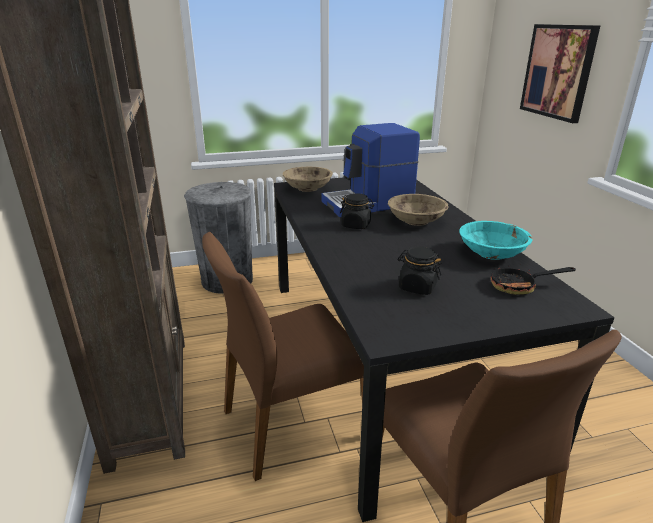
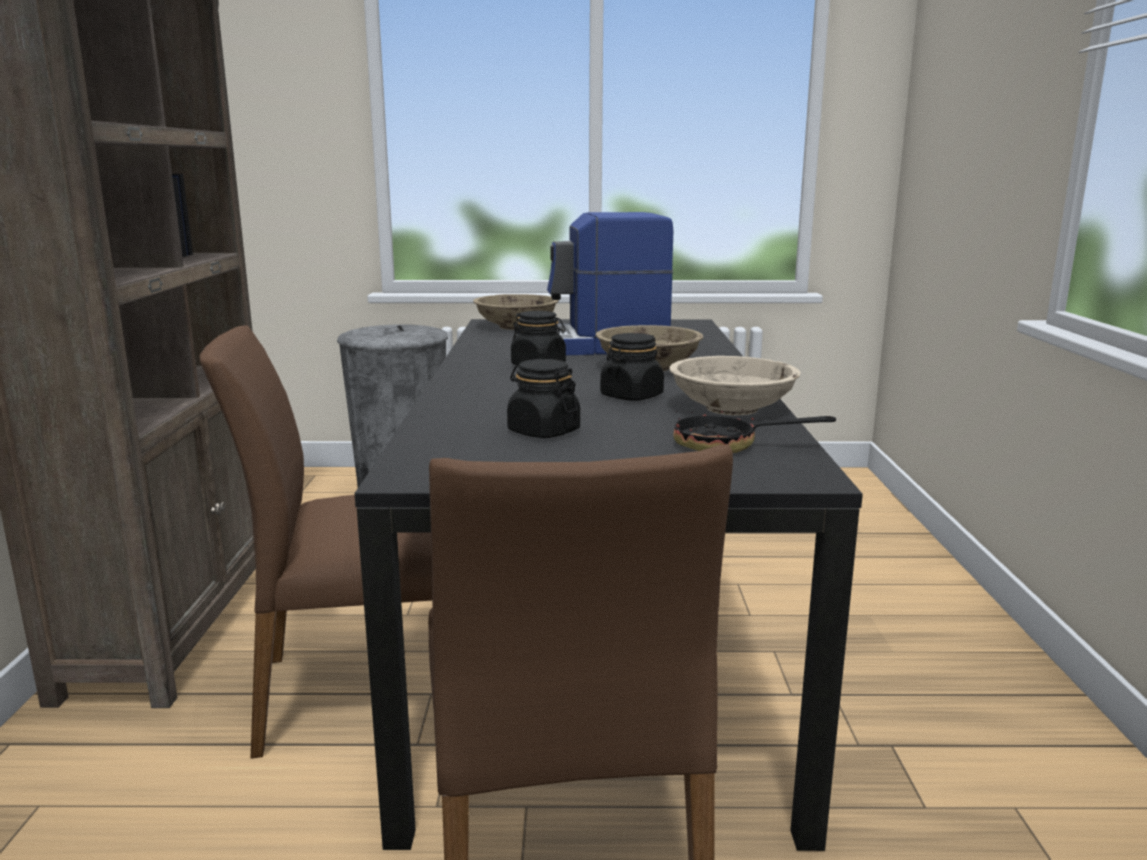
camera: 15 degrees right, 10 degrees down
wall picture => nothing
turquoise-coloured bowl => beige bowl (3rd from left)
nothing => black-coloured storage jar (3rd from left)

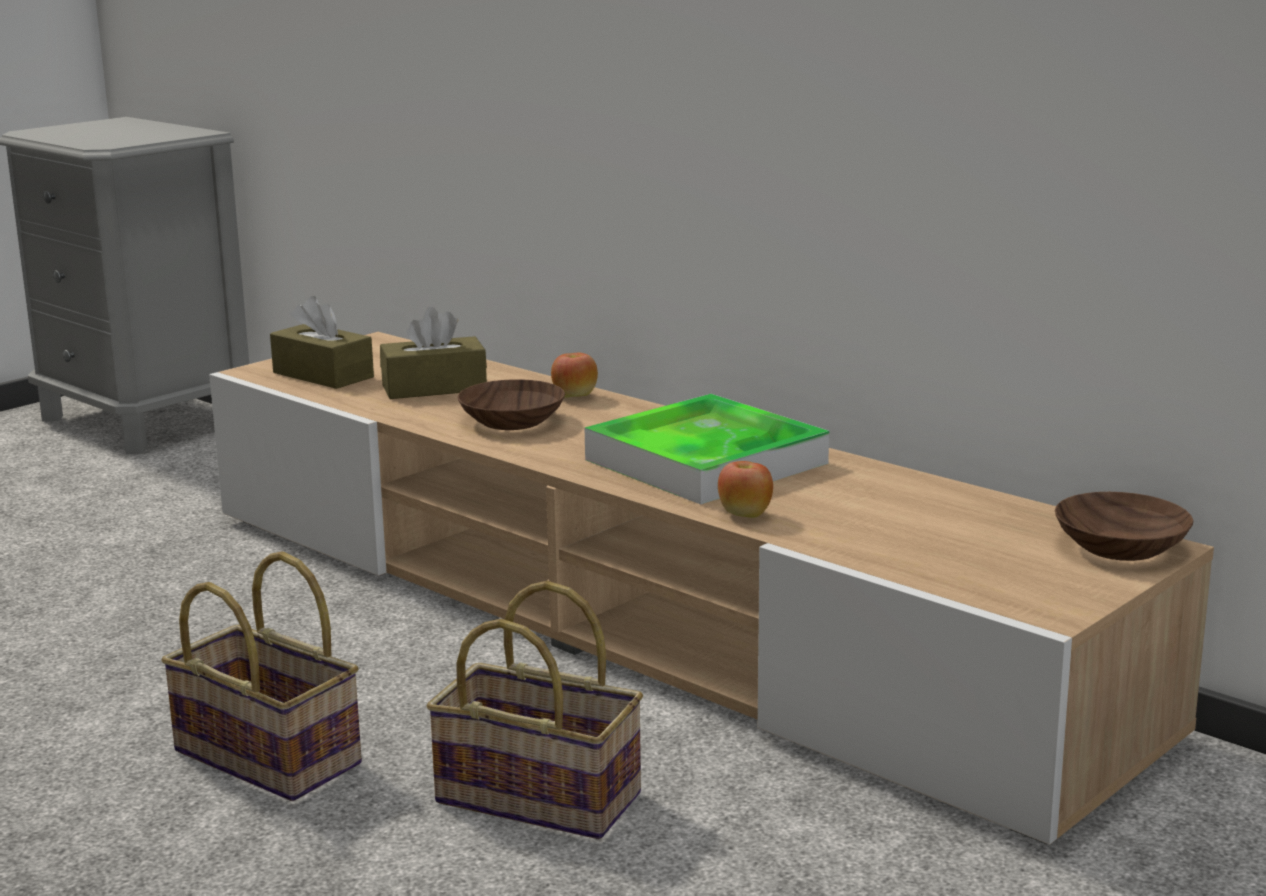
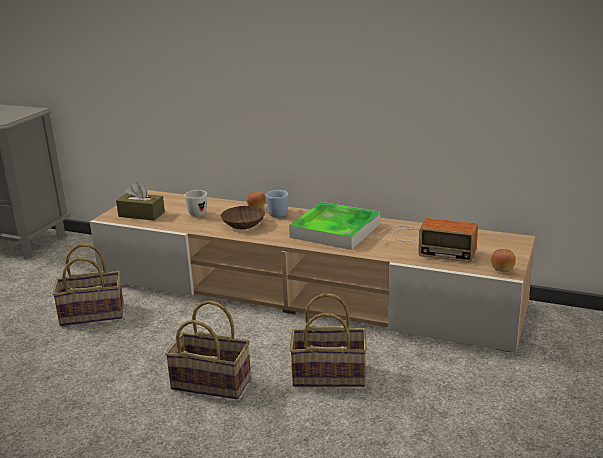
camera: 20 degrees left, 5 degrees up
brown-coloured tissue holder (2nd from left) => white mug
apple fruit (2nd from left), moved
brown-coloured bowl (2nd from left) => nothing
nothing => bluish mug
nothing => radio set
nothing => household basket (1st from left)

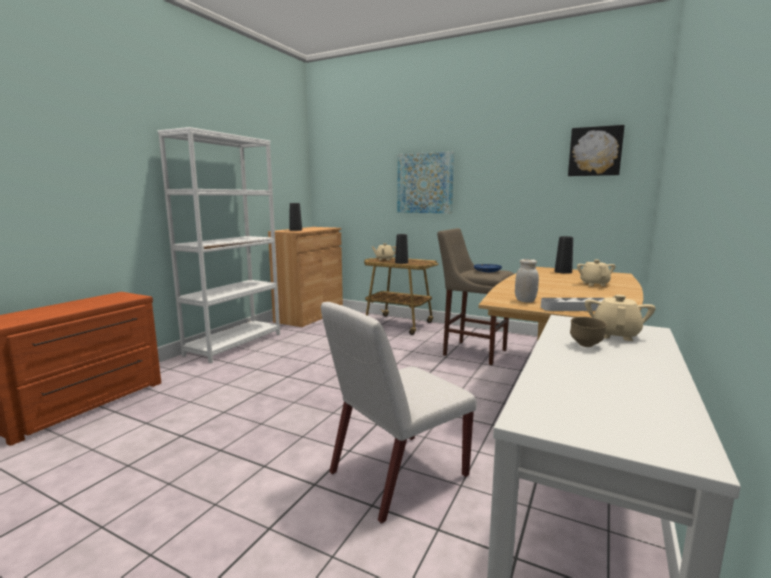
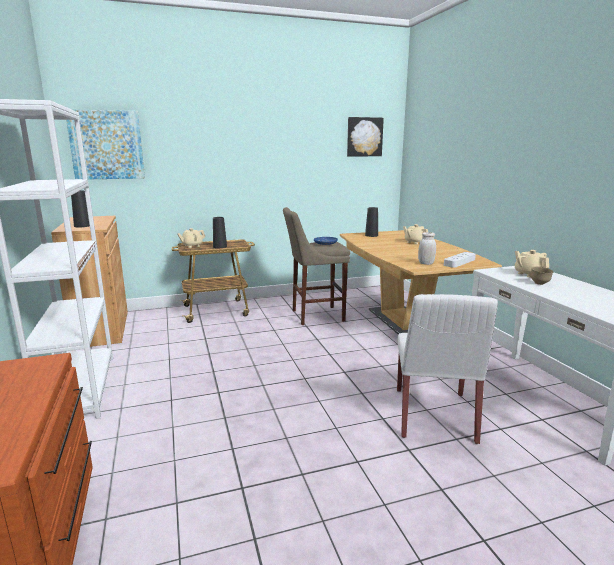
camera: 45 degrees left, 5 degrees up
wall picture (1st from left), moved

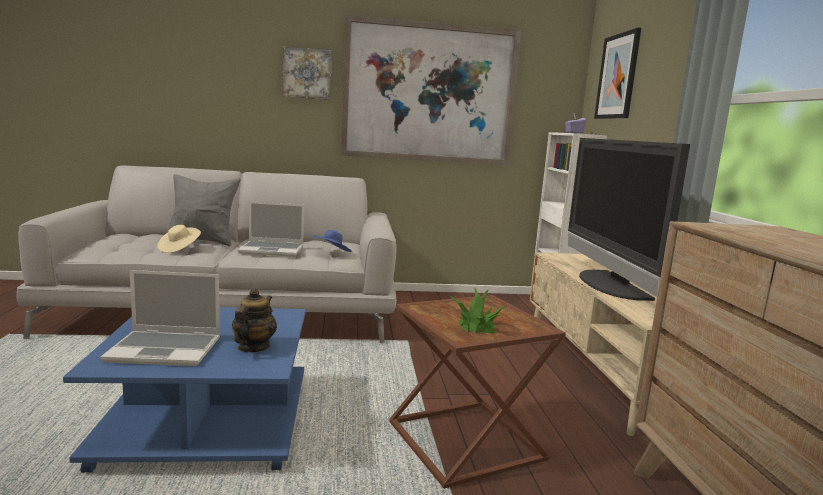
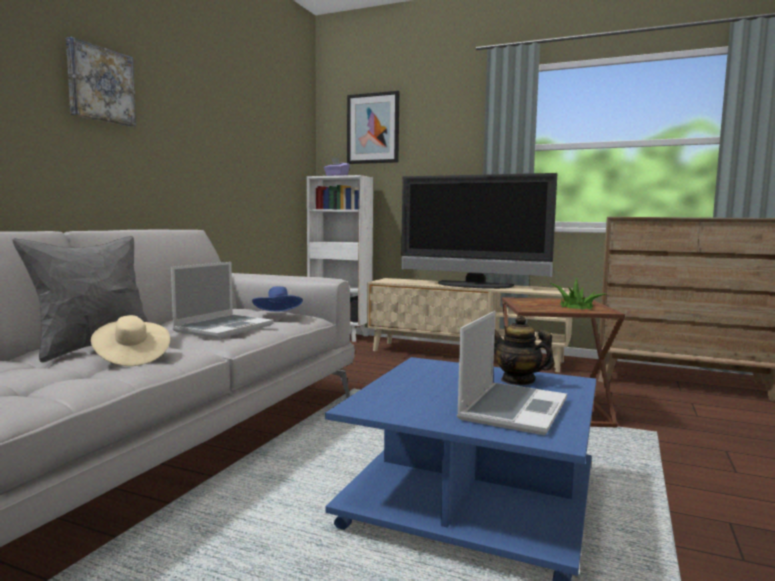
camera: 60 degrees left, 5 degrees down
wall picture (2nd from left) => nothing

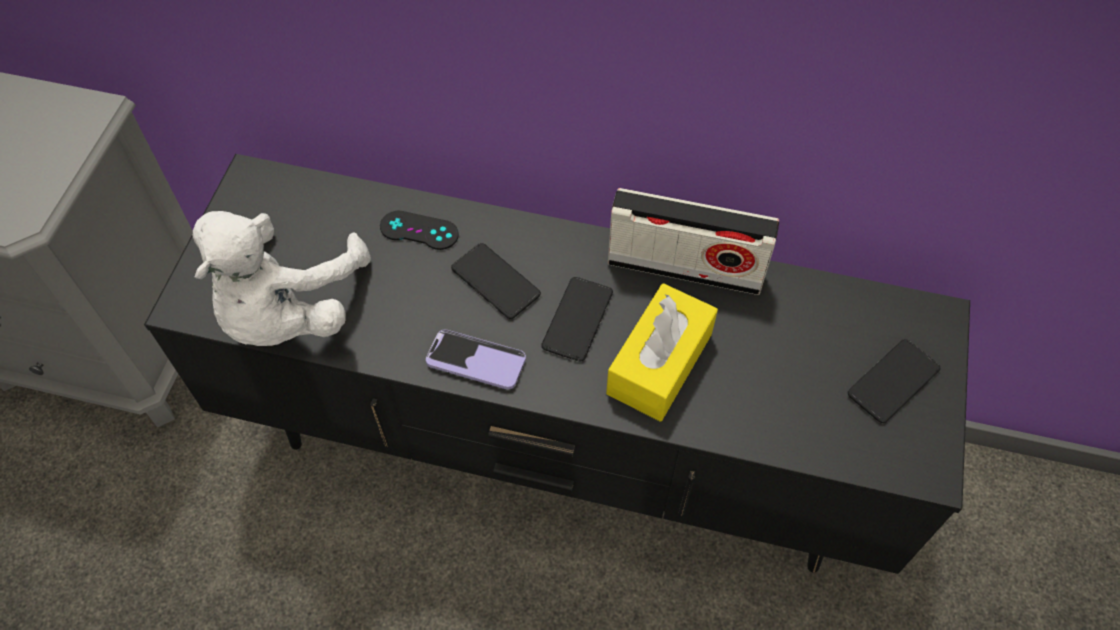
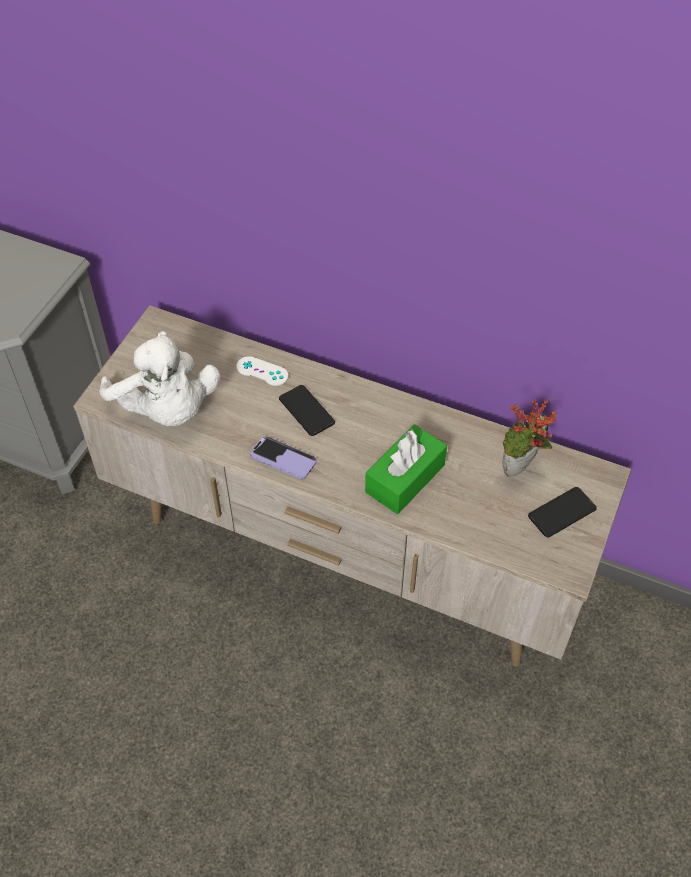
camera: 10 degrees right, 5 degrees down
black-coloured tv stand => beige tv stand
radio set => nothing
white soft toy, 60 degrees counterclockwise
black-coloured joypad => white joypad
handset (3rd from left) => nothing
yellow tissue holder => green tissue holder
nothing => plant in a pot

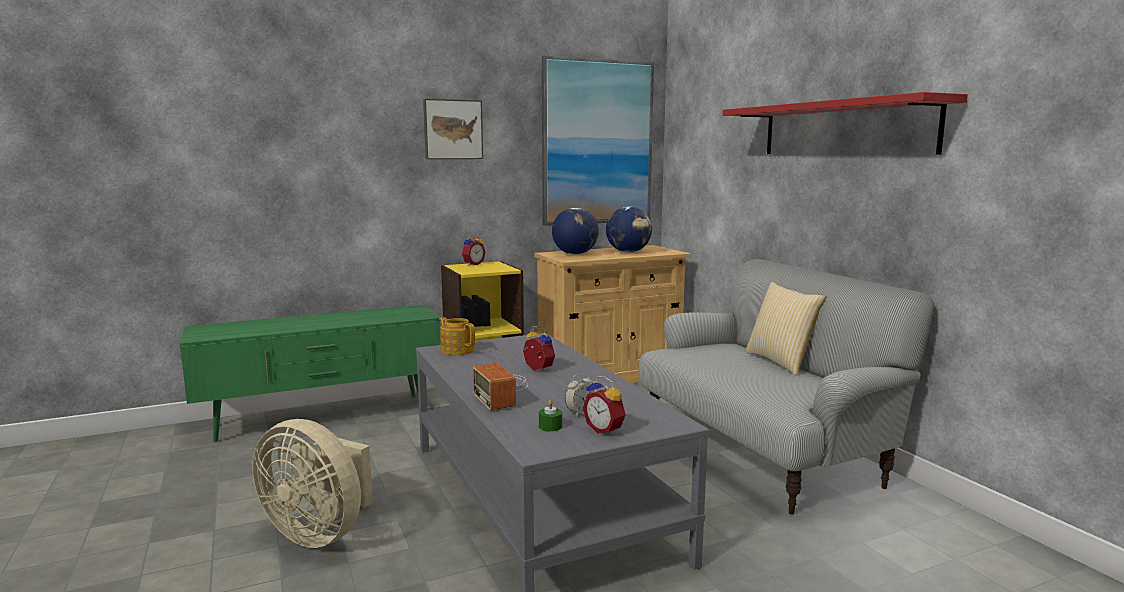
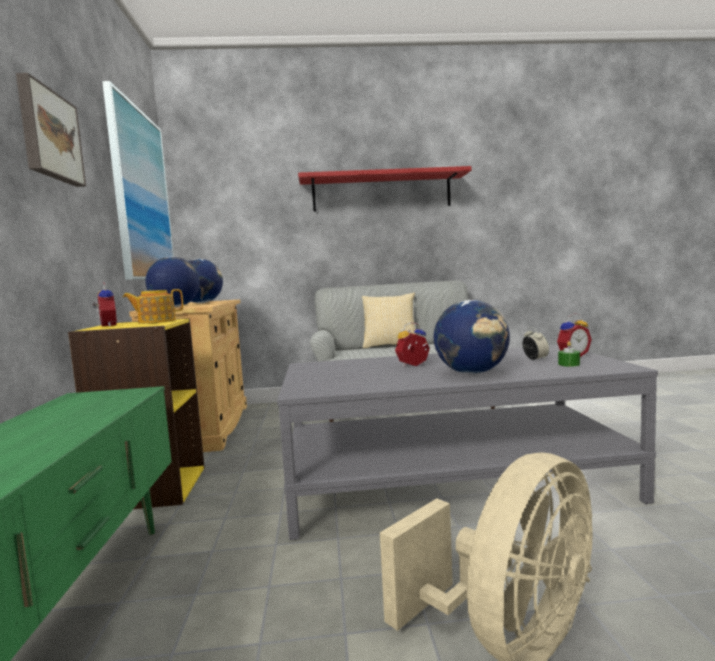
camera: 70 degrees left, 5 degrees down
teapot, moved
radio set => desk globe (3rd from left)

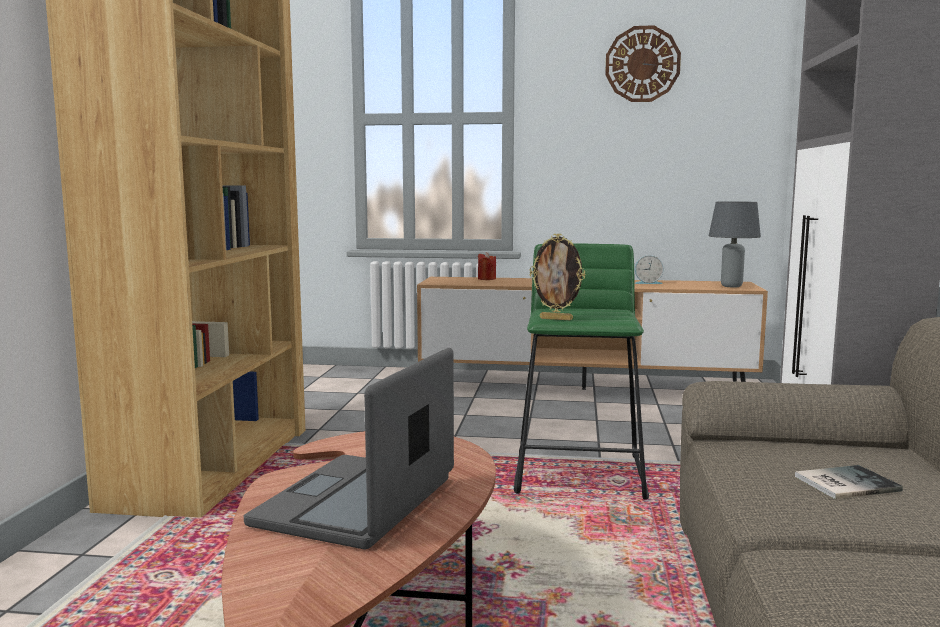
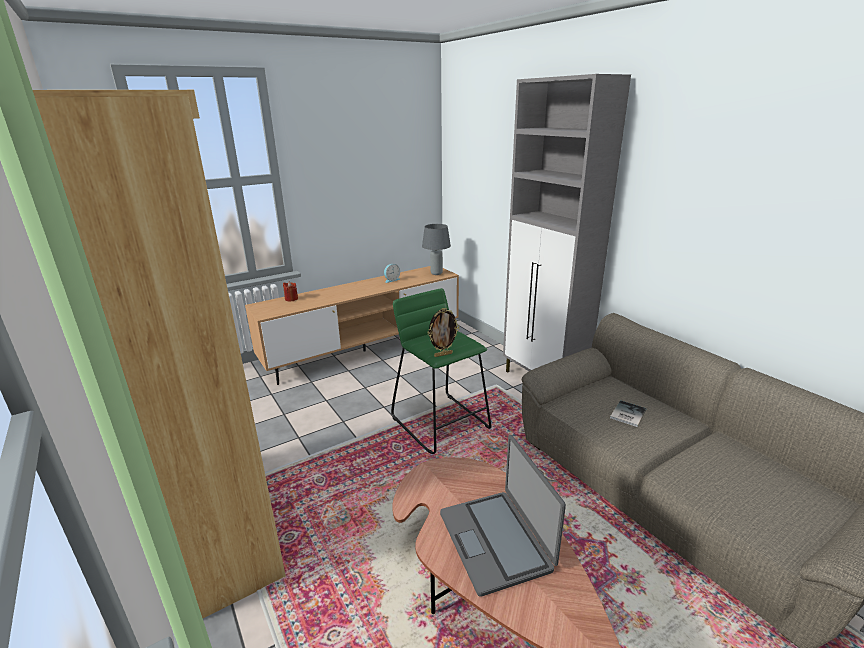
camera: 40 degrees left, 15 degrees up
hanging clock => nothing

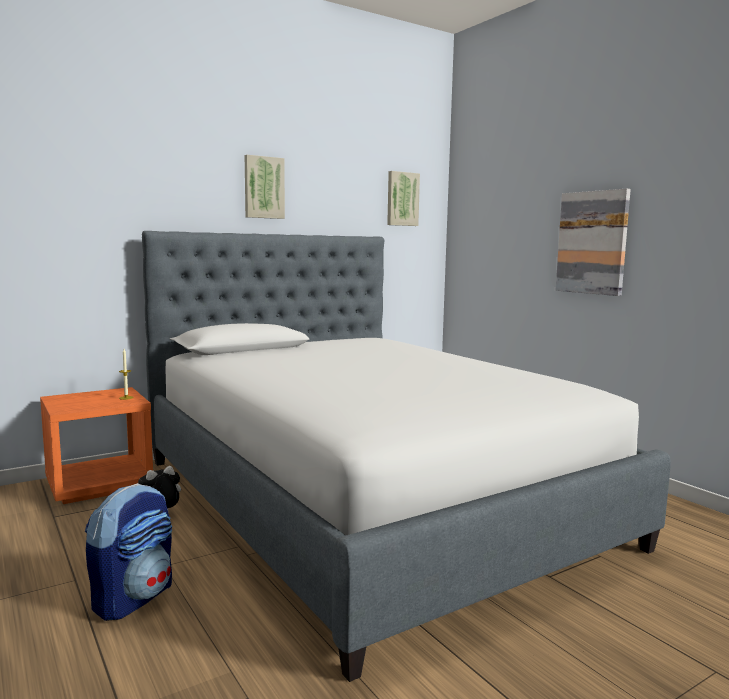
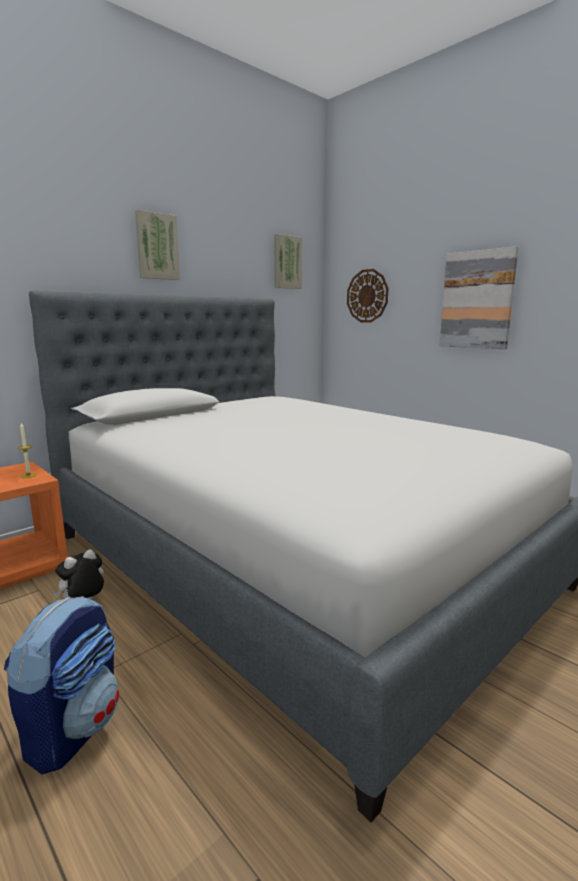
camera: 10 degrees left, 5 degrees up
nothing => hanging clock

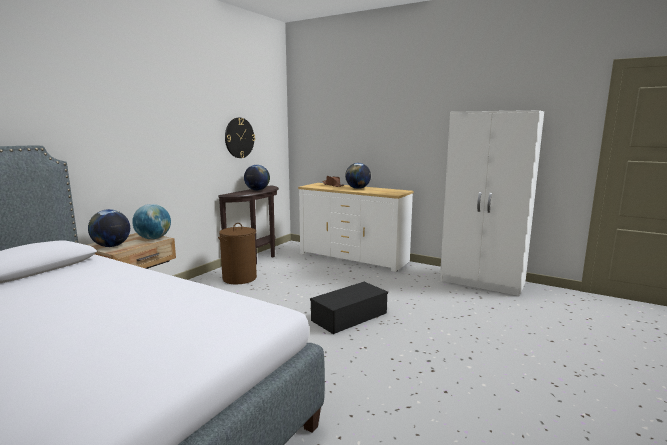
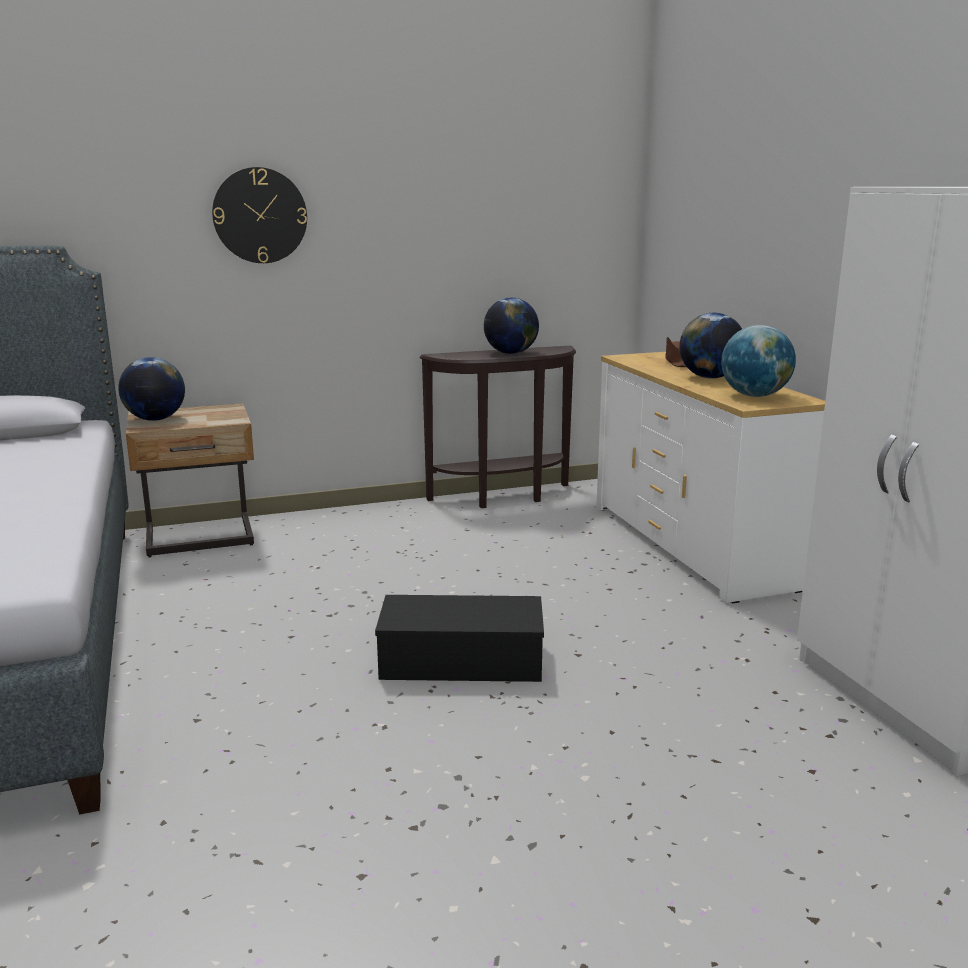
camera: 40 degrees right, 5 degrees up
hanging clock, moved
desk globe (2nd from left in the first image) => desk globe (4th from left), moved
brown-coloured washing basket => nothing

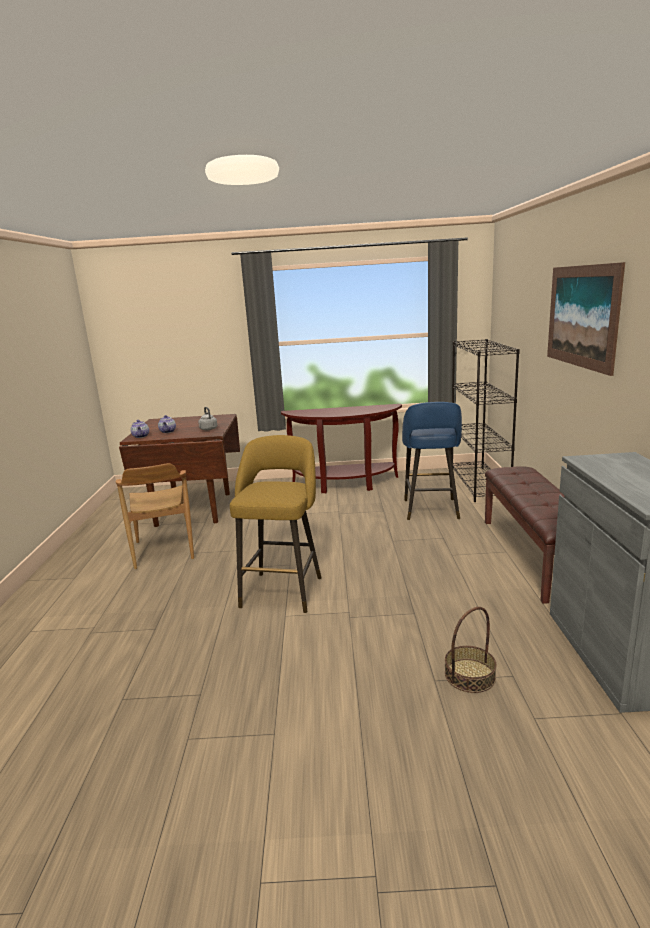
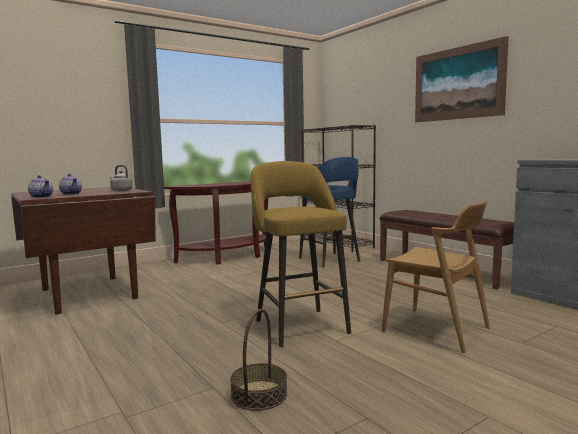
camera: 35 degrees left, 10 degrees down
brown-coloured chair, moved
household basket, moved

